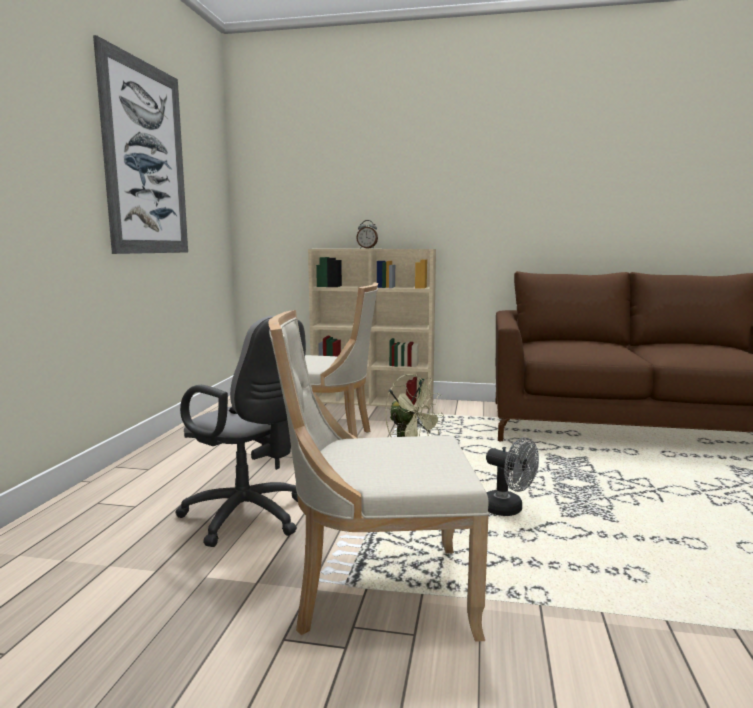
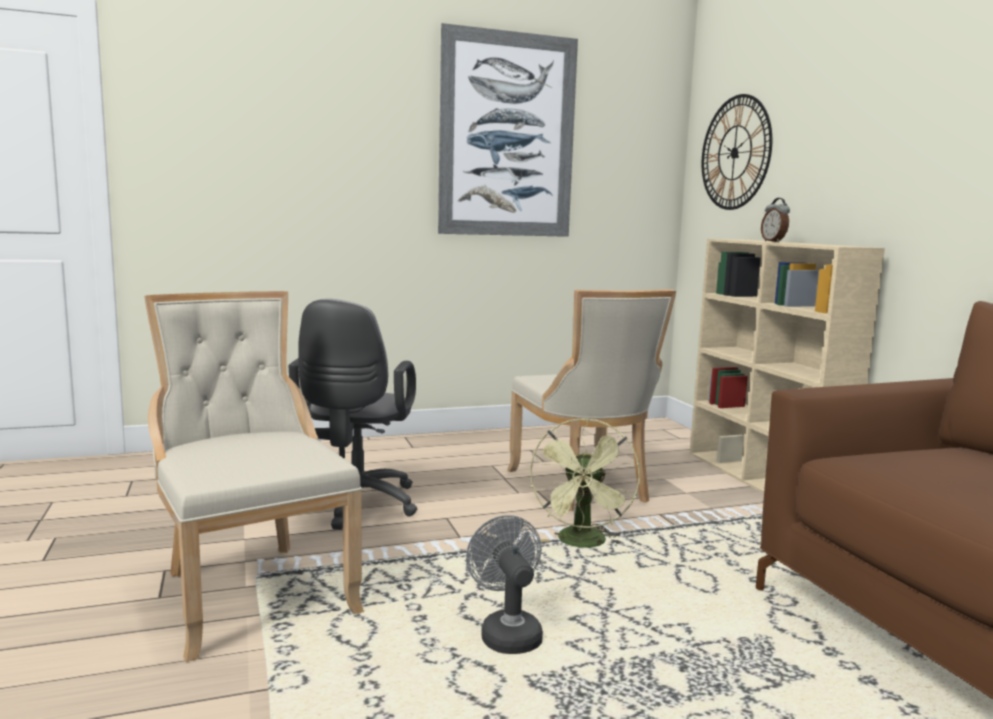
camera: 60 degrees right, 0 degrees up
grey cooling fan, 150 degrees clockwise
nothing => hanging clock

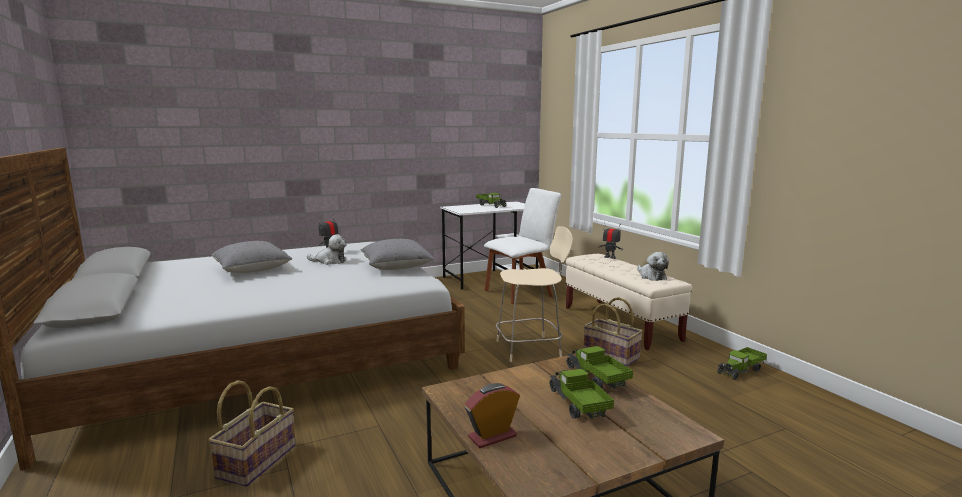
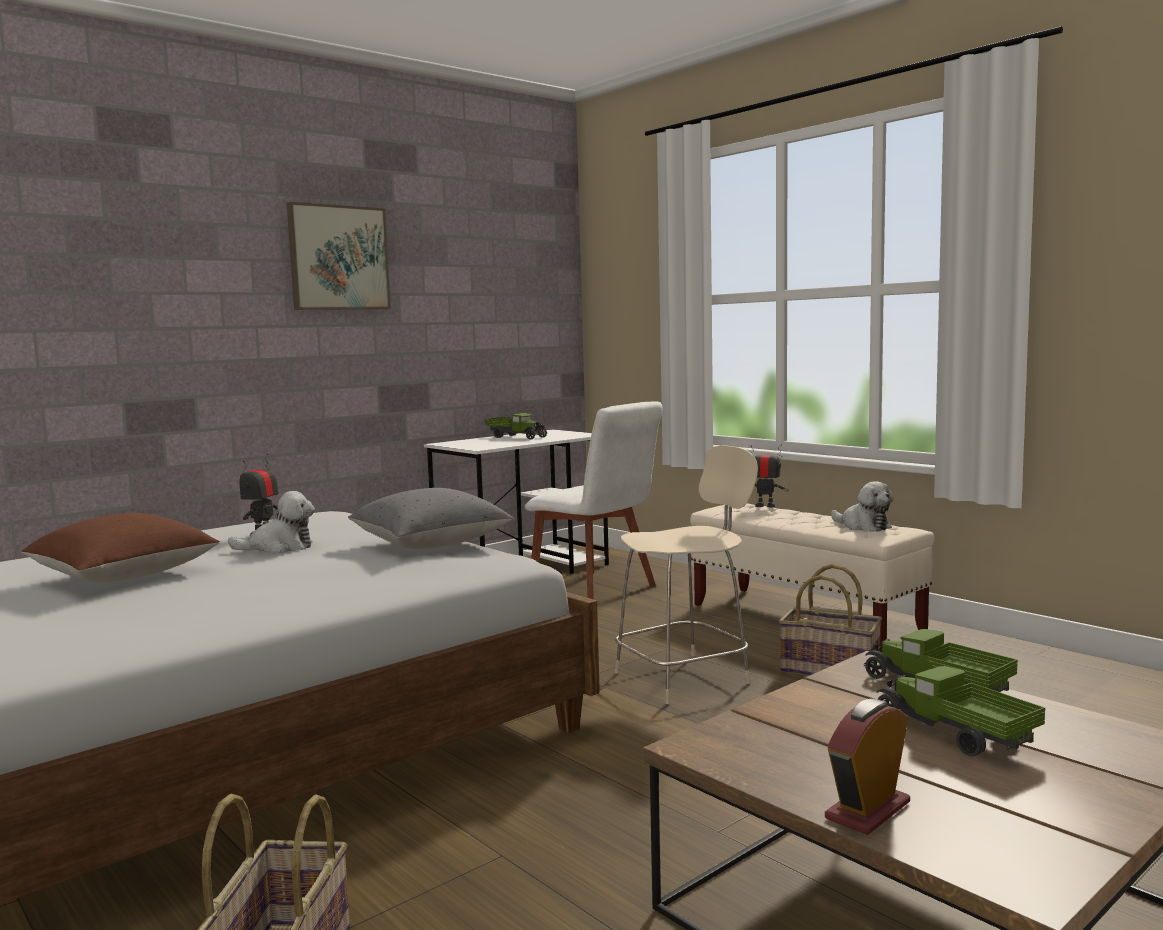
camera: 15 degrees left, 5 degrees down
white chair, 90 degrees clockwise
grey throw pillow (1st from left) => brown-coloured throw pillow
toy lorry (4th from left) => nothing
nothing => wall picture

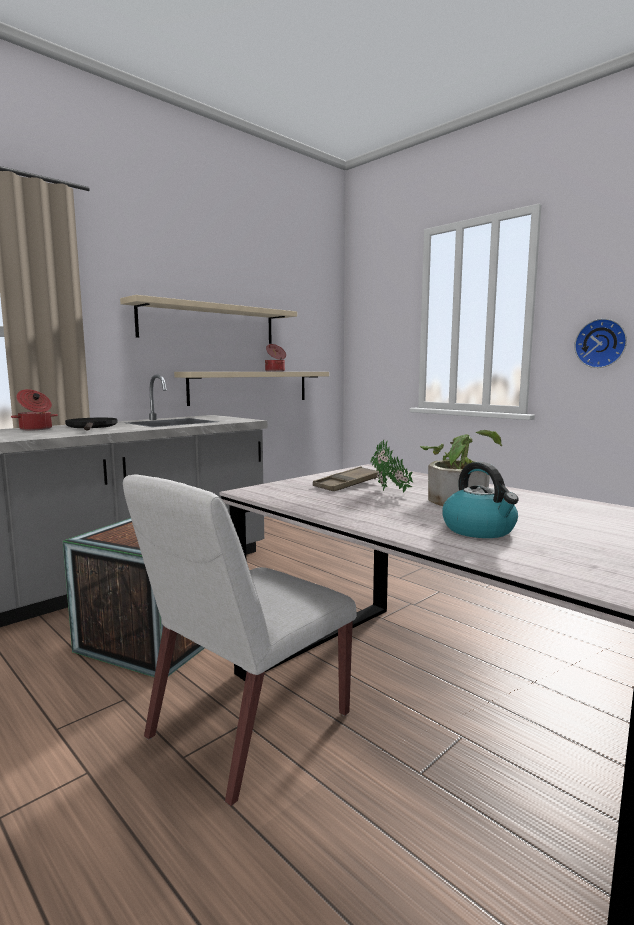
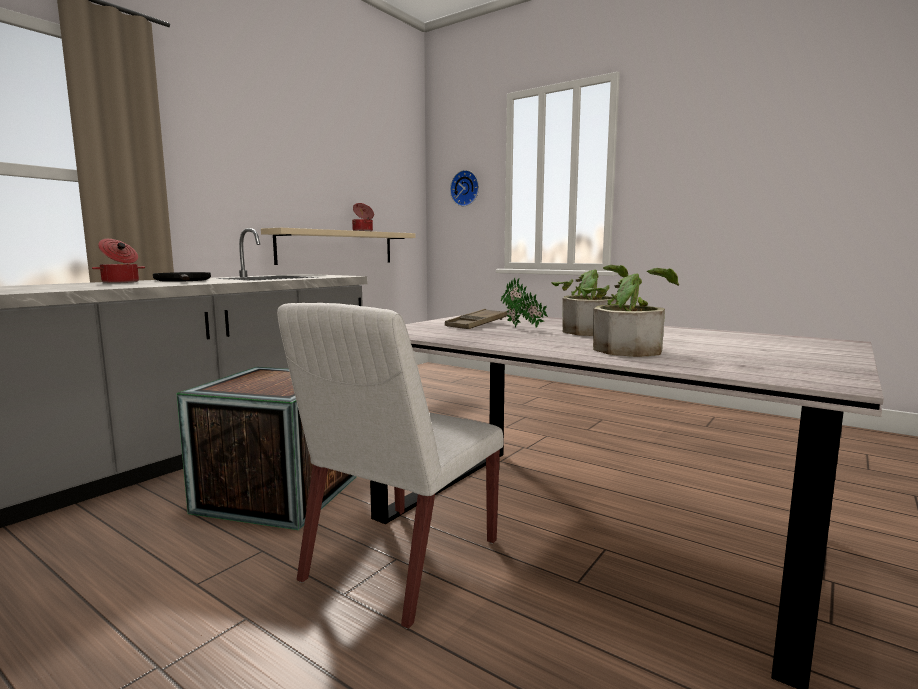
camera: 10 degrees left, 0 degrees up
beige wall shelf (1st from left) => nothing
hanging clock, moved
water kettle => plant in a pot (3rd from left)

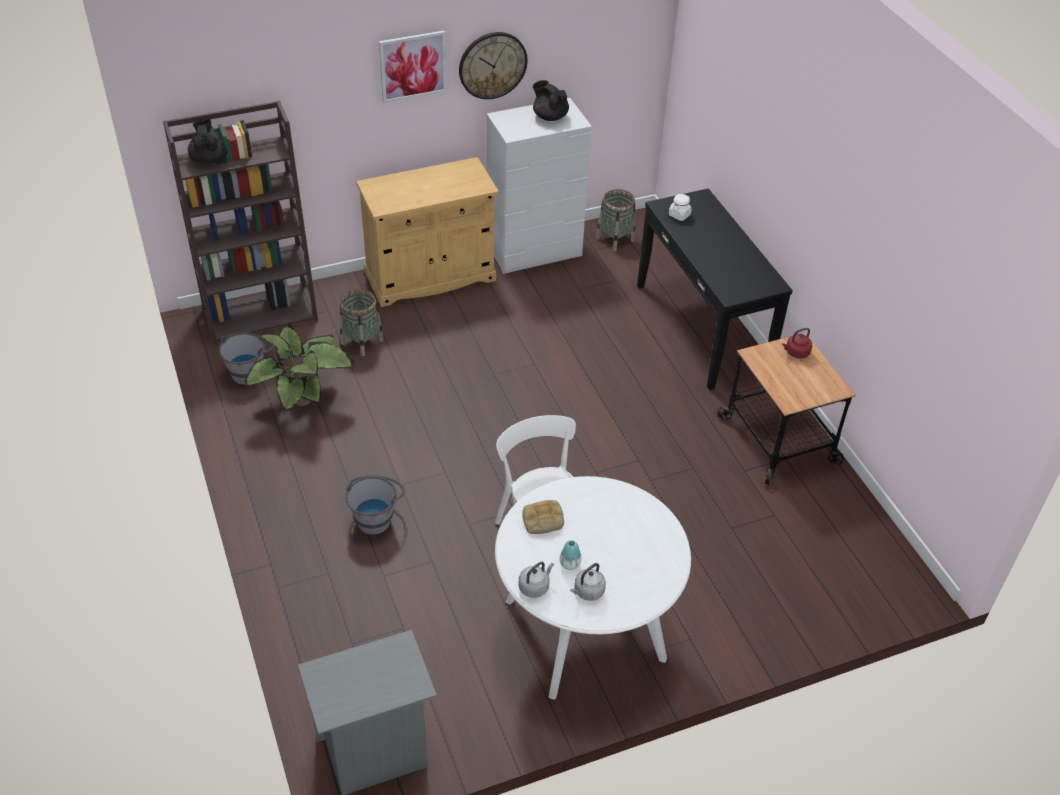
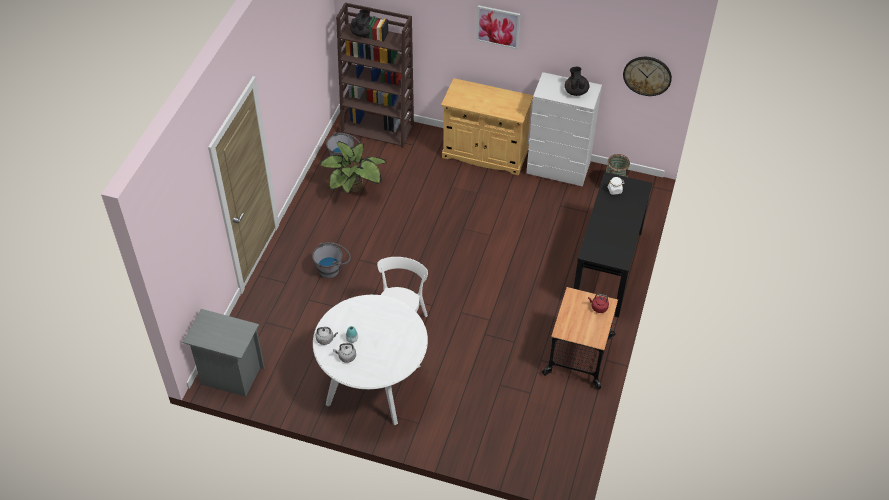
camera: 40 degrees right, 5 degrees up
hanging clock, moved
household basket (1st from left) => nothing
baked bread => nothing

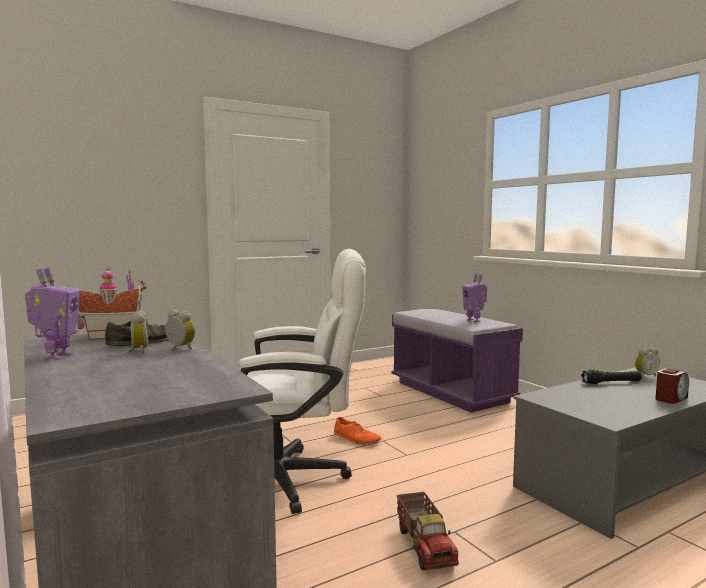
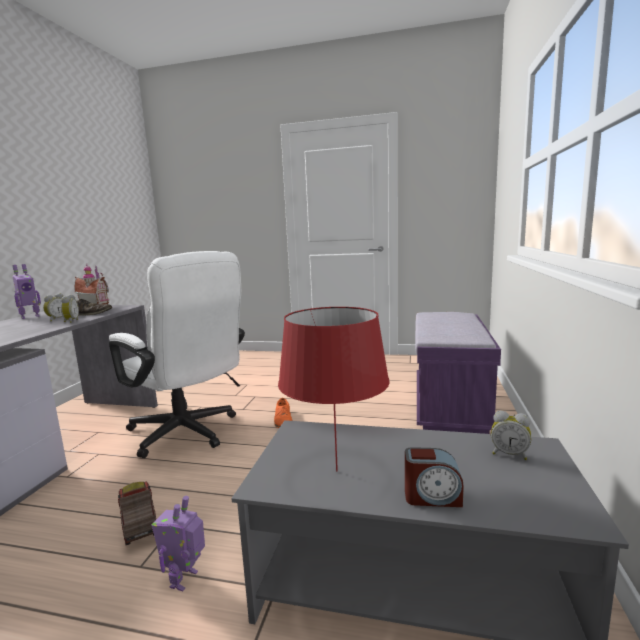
camera: 45 degrees right, 5 degrees up
model robot (2nd from left), moved
black-coloured torch => nothing
toy lorry, 120 degrees clockwise
nothing => red table lamp

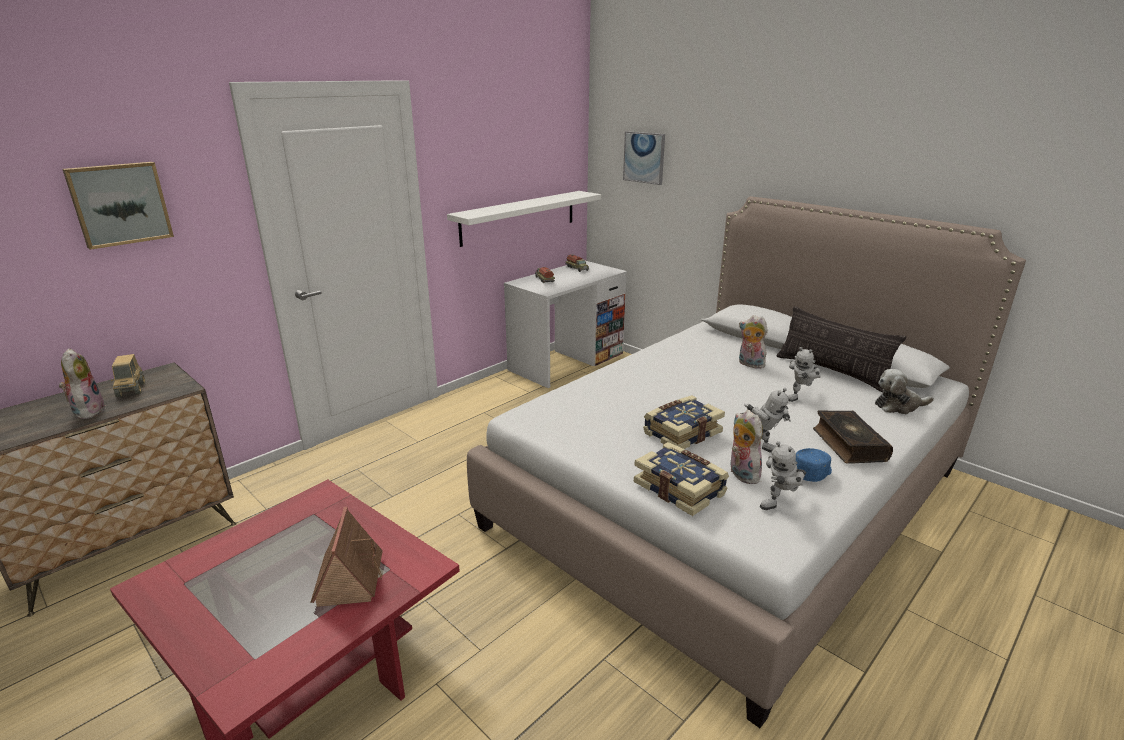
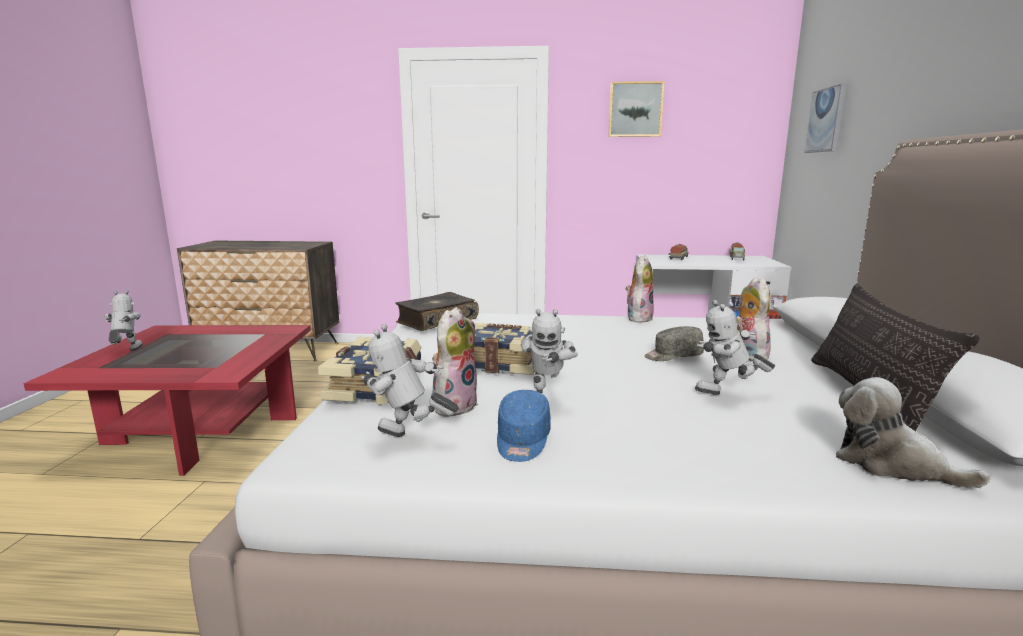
camera: 50 degrees right, 10 degrees down
wall picture (1st from left), moved
white wall shelf => nothing
soft toy (1st from left in the first image) => soft toy (2nd from left), moved
toy lorry (1st from left) => nothing
bound book (3rd from left in the first image) => bound book (2nd from left), moved
bluish cap, 90 degrees clockwise
model house => nothing
nothing => model robot (1st from left)
nothing => grey cap

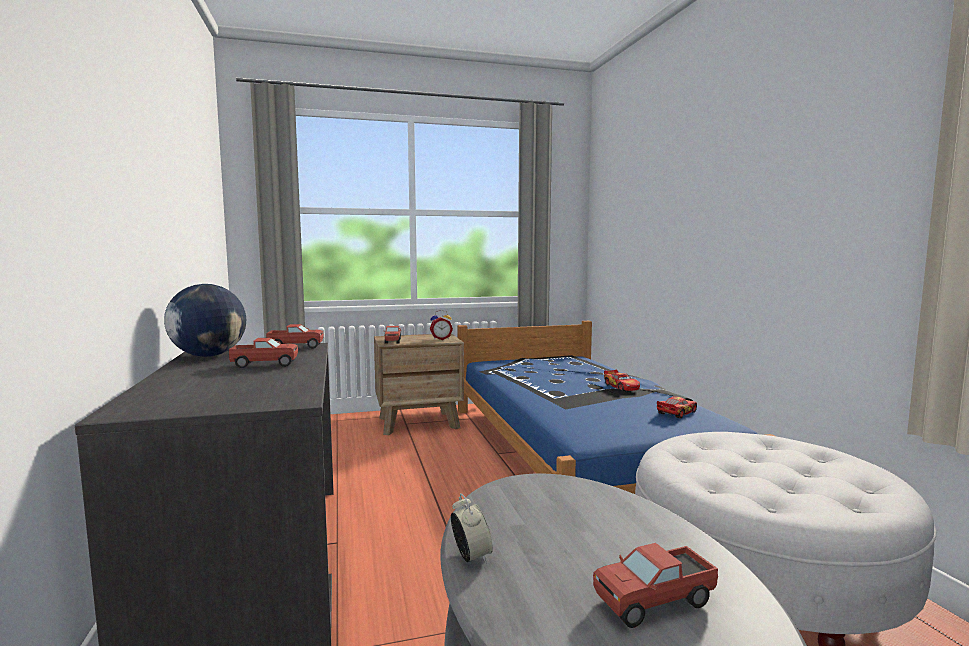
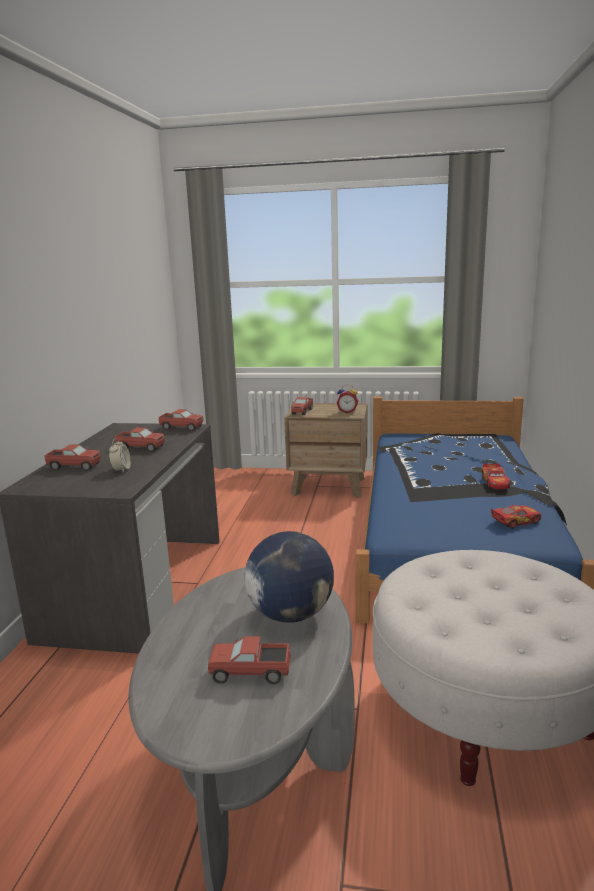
camera: 25 degrees right, 10 degrees up
desk globe, moved
bedside clock (2nd from left in the first image) => bedside clock (1st from left), moved
nothing => toy lorry (1st from left)

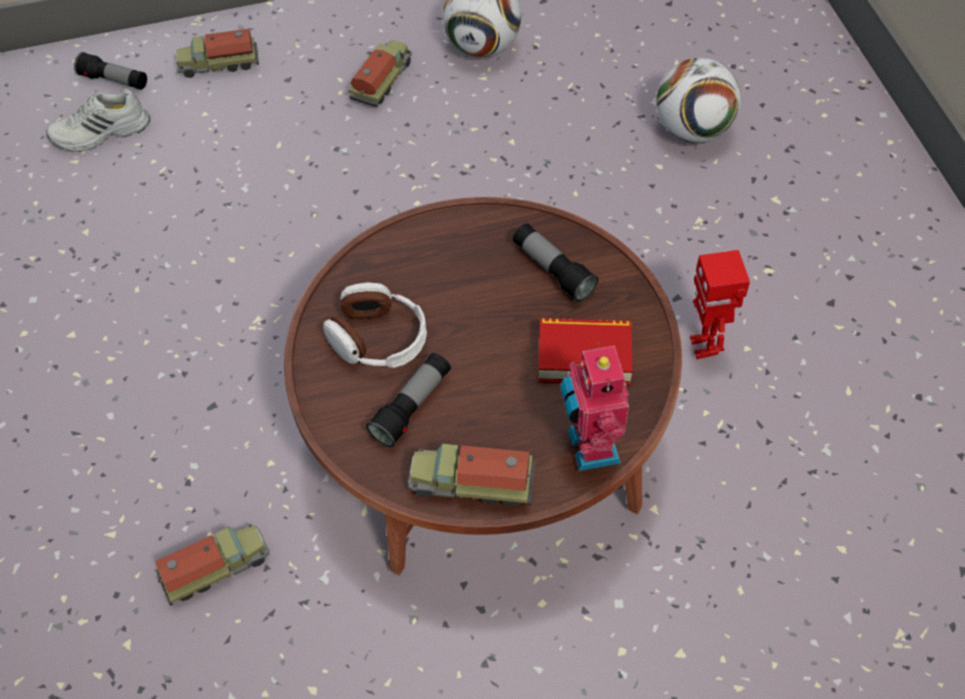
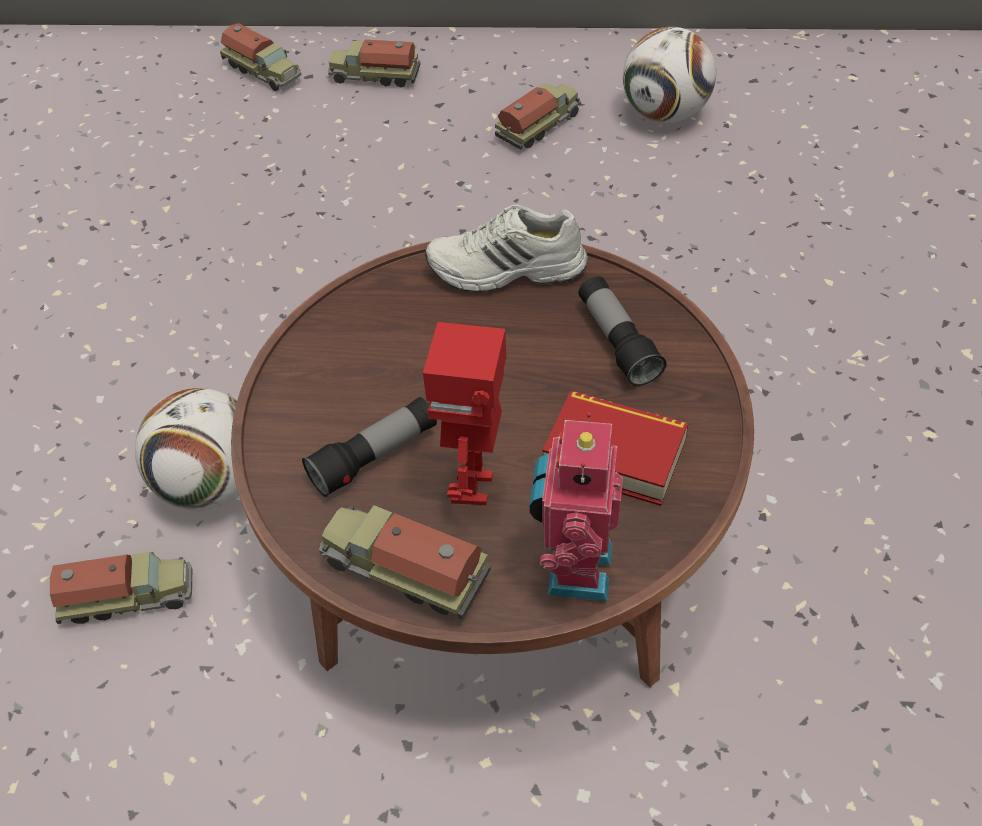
camera: 20 degrees right, 5 degrees down
torch (1st from left) => toy lorry (2nd from left)
football (2nd from left in the first image) => football (1st from left), moved
white item of footwear, moved
model robot (2nd from left in the first image) => model robot (1st from left), moved
headset => nothing

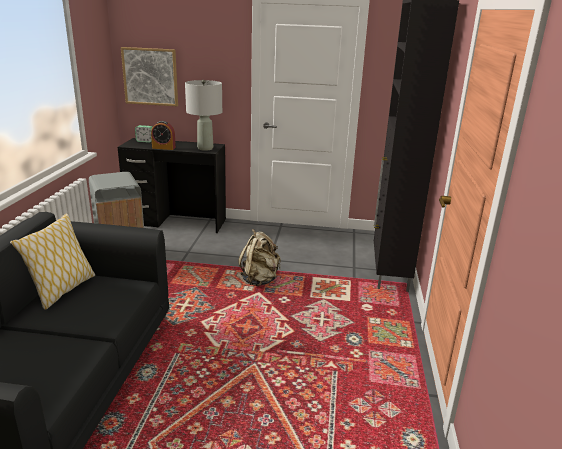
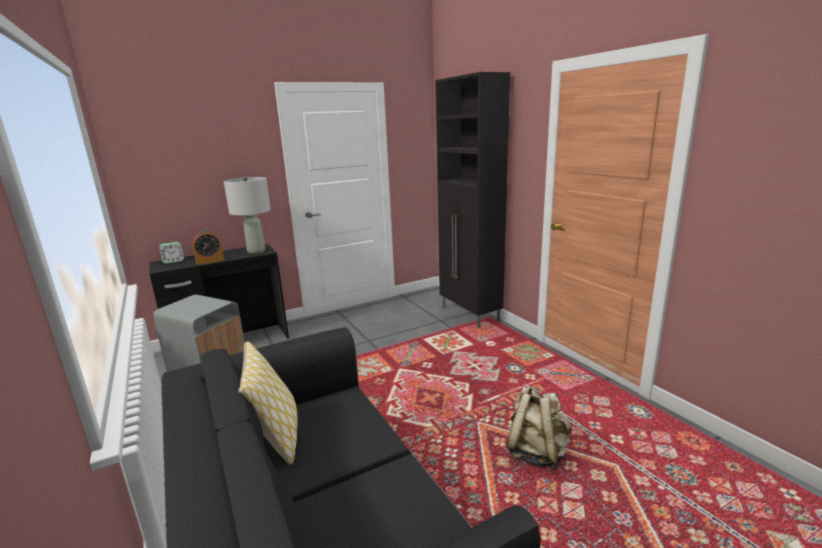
camera: 35 degrees left, 5 degrees down
wall picture => nothing
beige rucksack, moved

